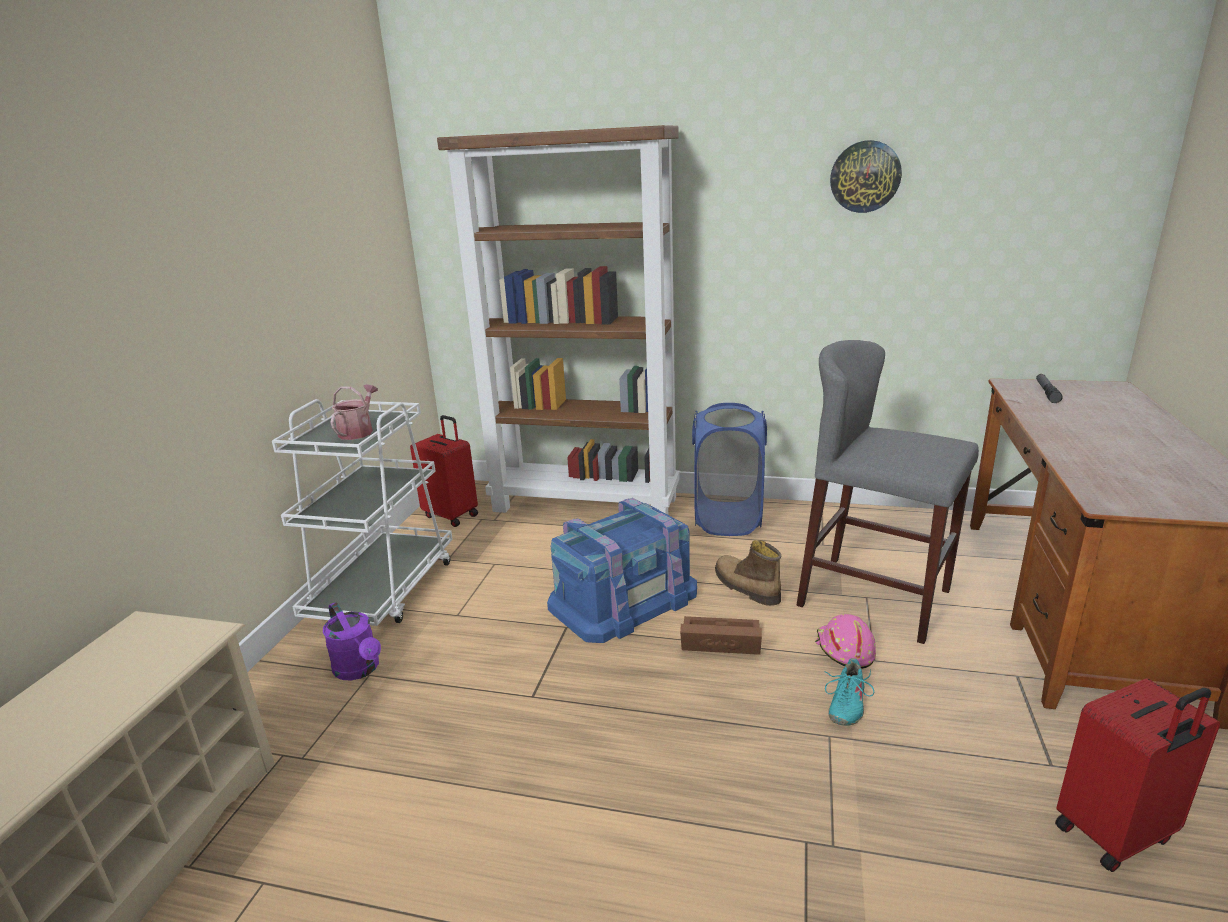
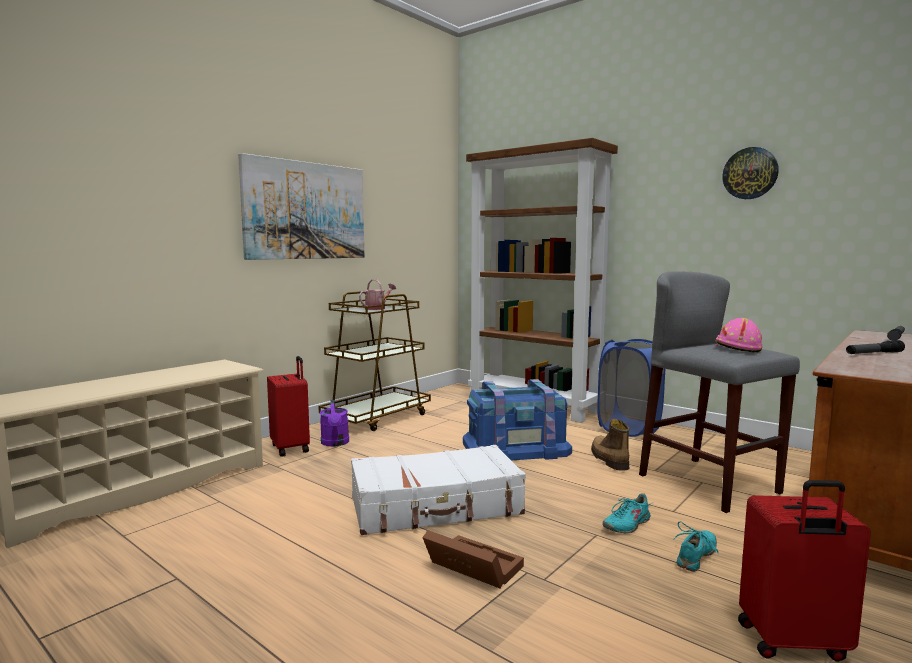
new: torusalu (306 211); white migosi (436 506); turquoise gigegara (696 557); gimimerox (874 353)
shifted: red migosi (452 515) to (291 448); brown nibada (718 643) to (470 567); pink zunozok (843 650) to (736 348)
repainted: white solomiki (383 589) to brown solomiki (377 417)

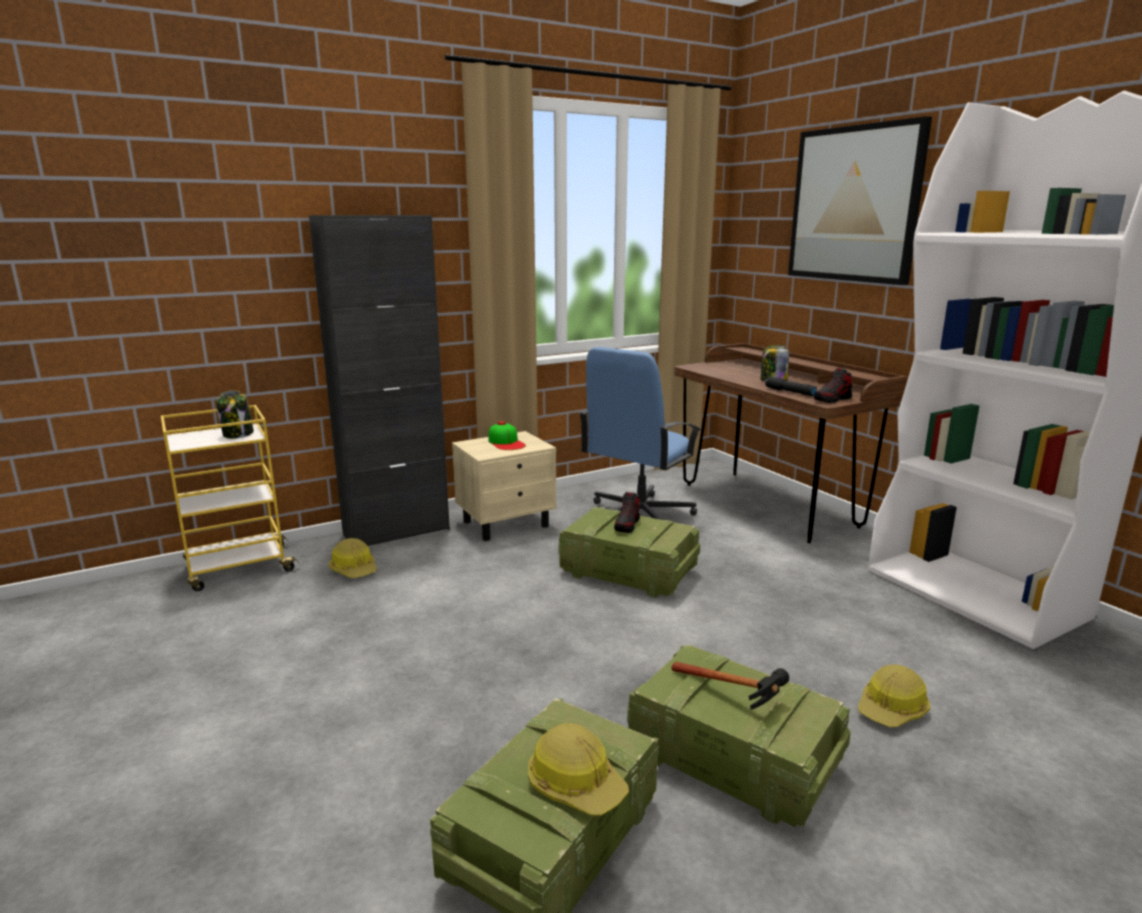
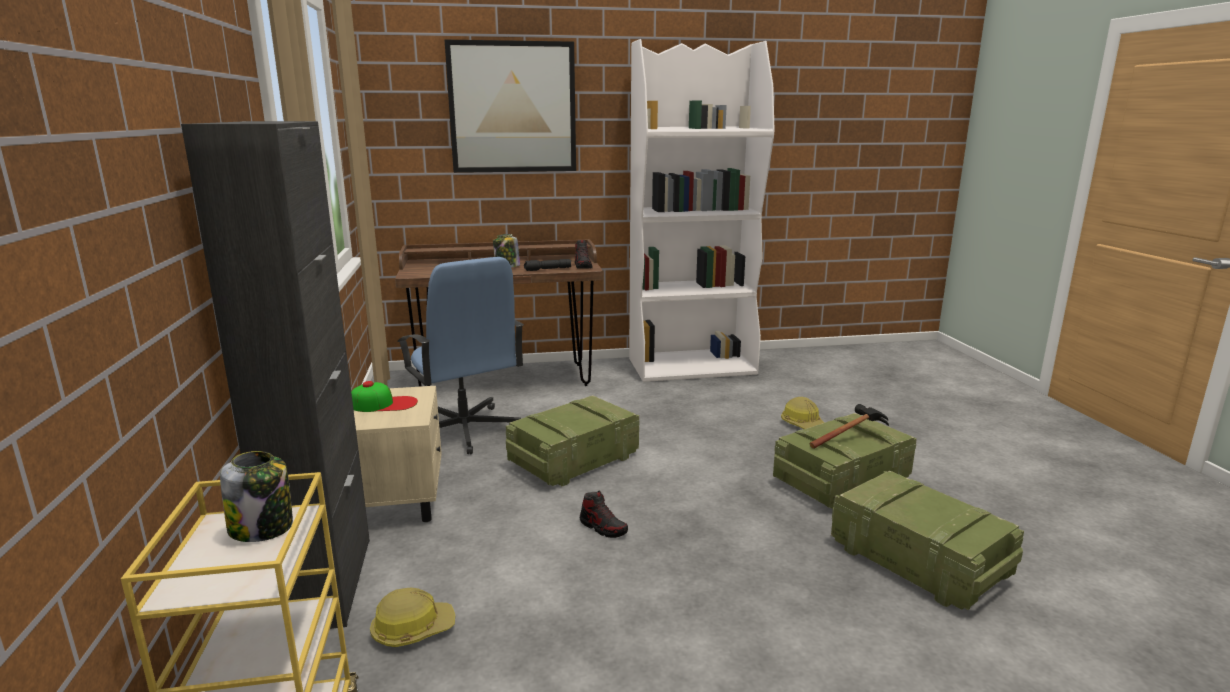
gone: zunozok (576 784)
shifted: gigegara (627 525) to (603 527)

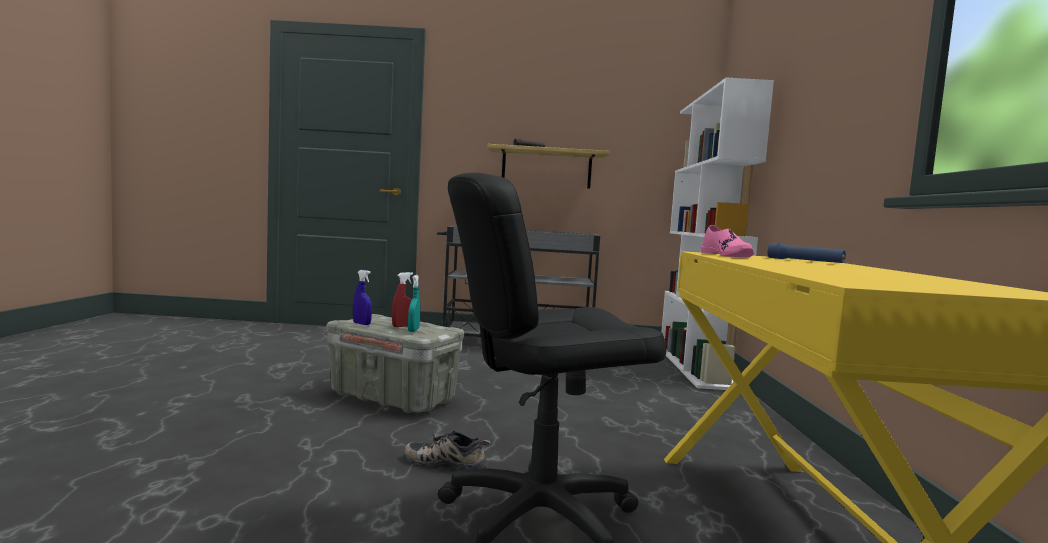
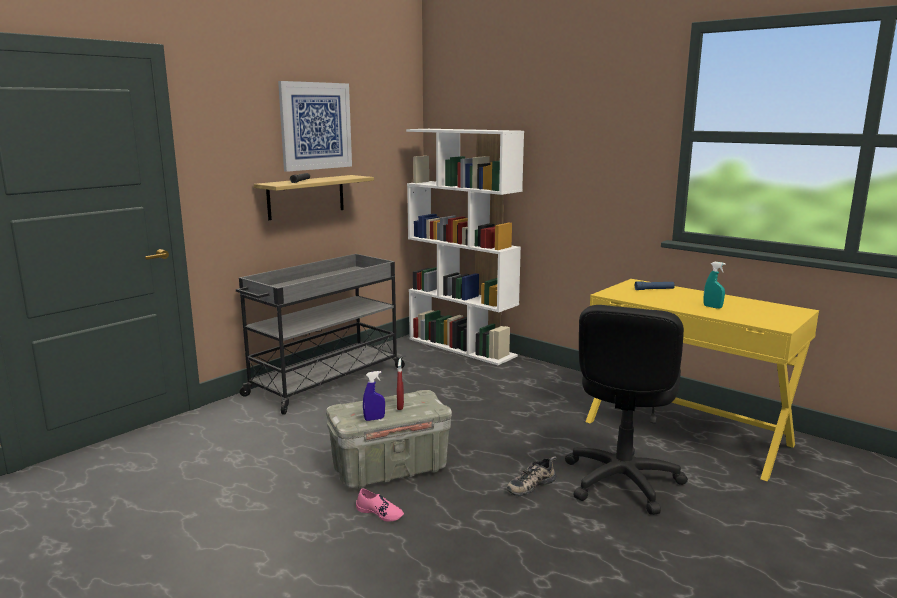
new: torusalu (316 126)
shifted: pink gigegara (726 255) to (380 513); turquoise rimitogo (413 330) to (712 307)

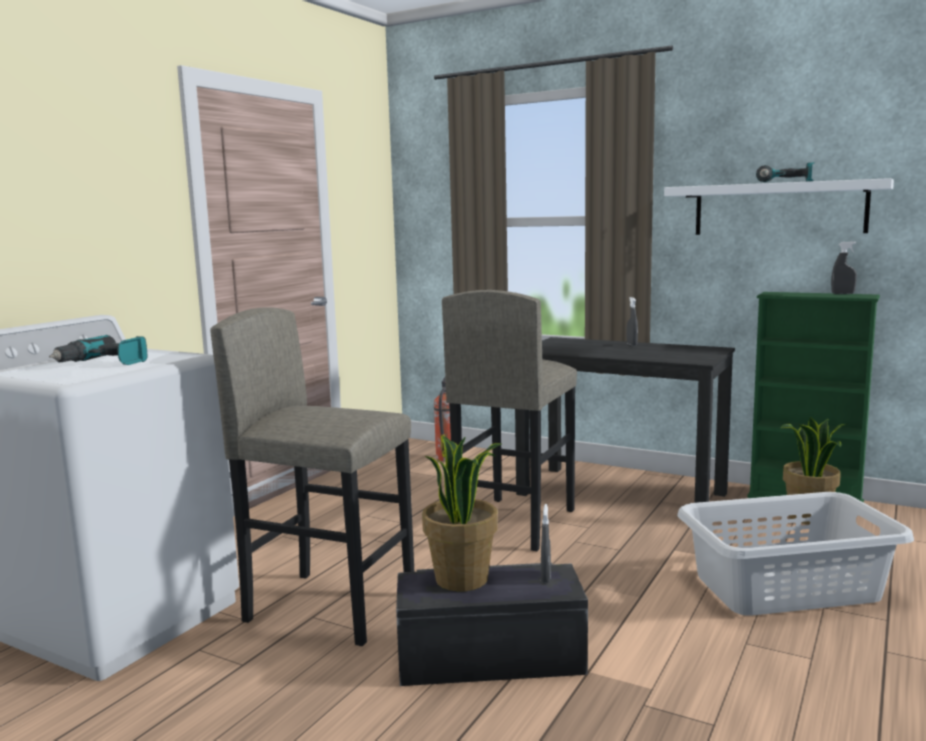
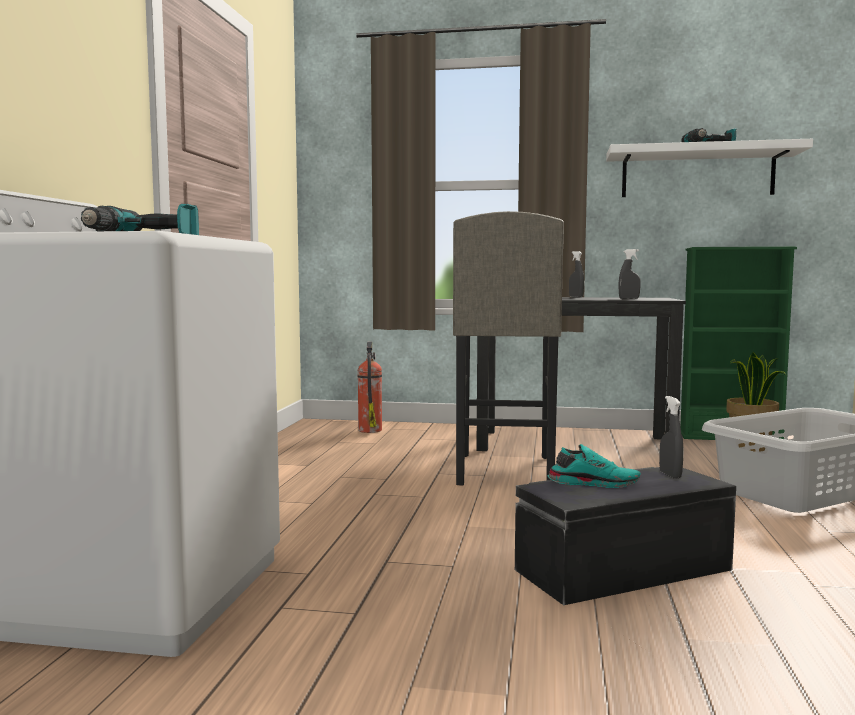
gone: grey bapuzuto (331 606)
shifted: grey rimitogo (843 294) to (629 299)
swapped: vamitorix (463 579) to turquoise gigegara (593 483)

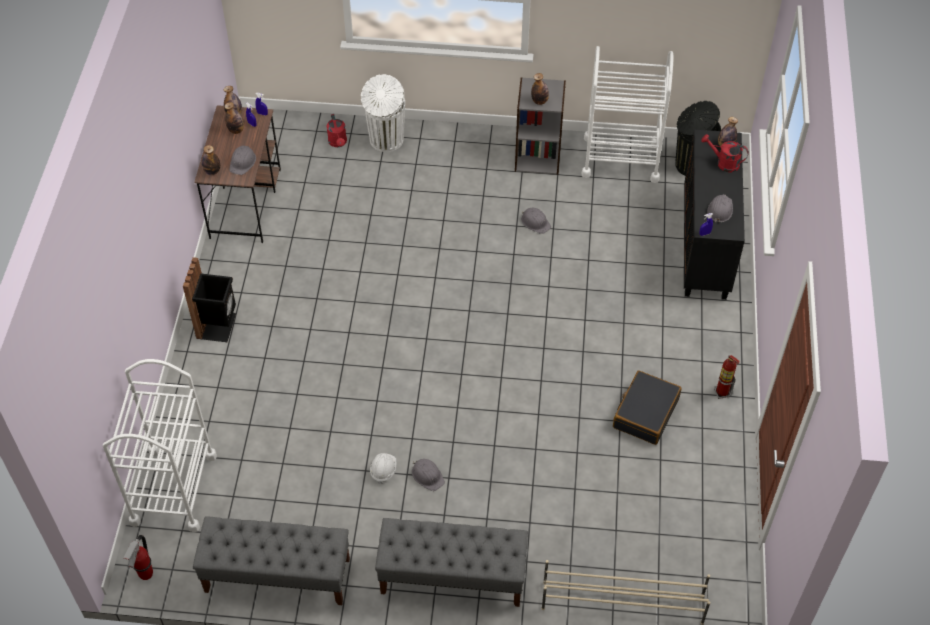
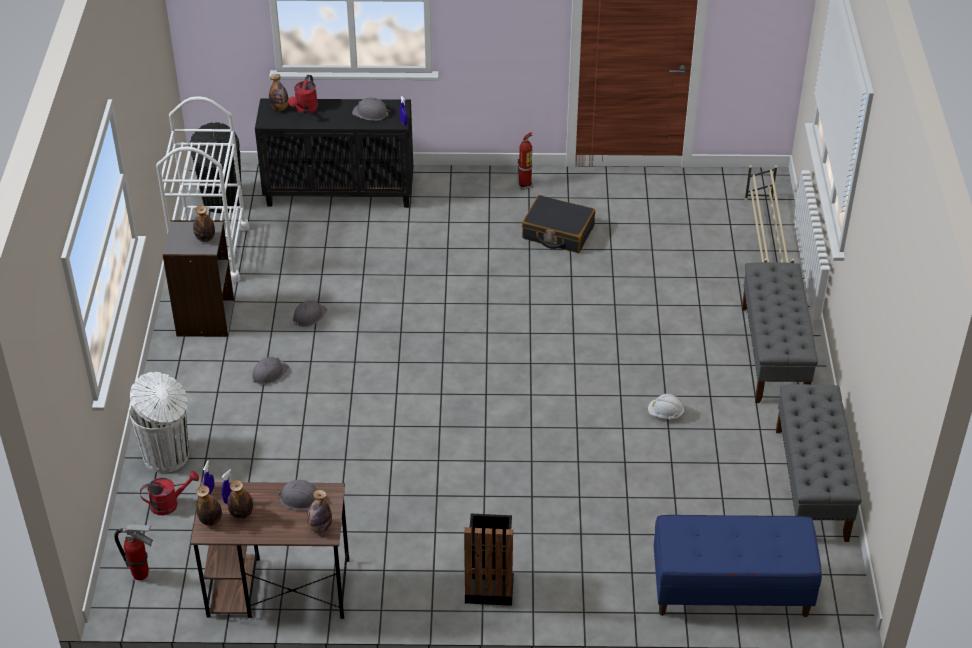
shifted: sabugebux (145 574) to (141 574); grey zunozok (427 475) to (269 373)
swapped: white solomiki (173 489) to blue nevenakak (730 590)

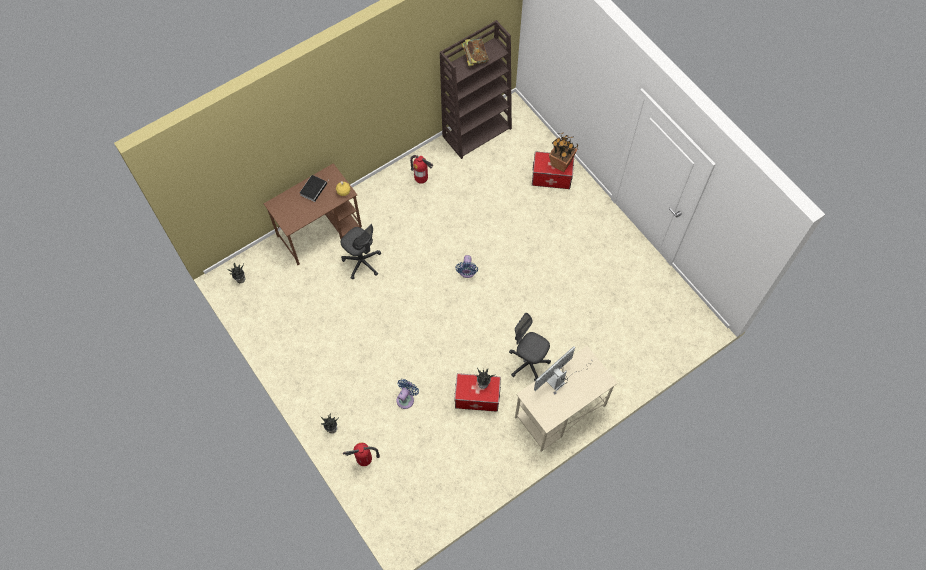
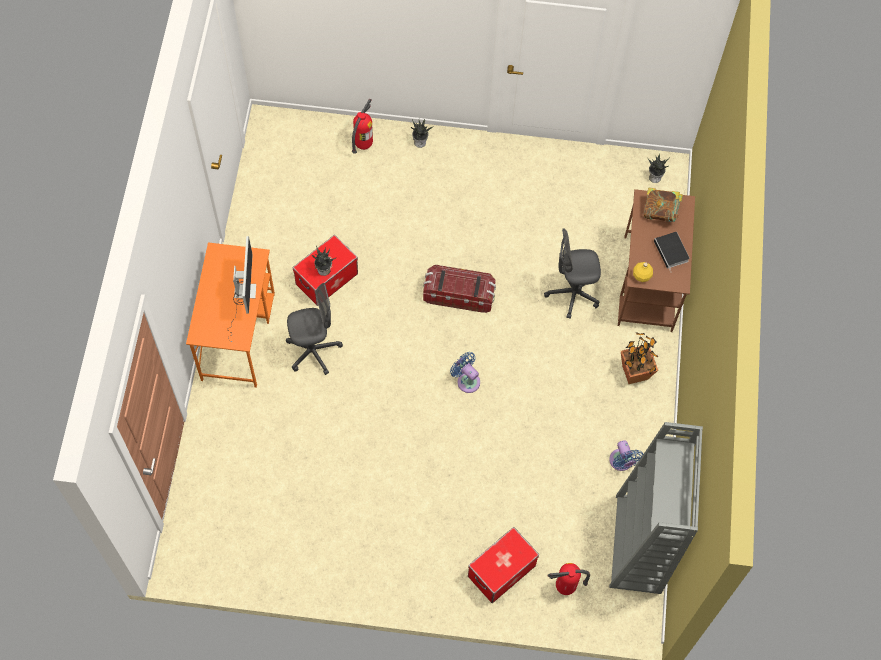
new: nibada (458 295)
shifted: sabugebux (421 180) to (565 588); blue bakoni (406 398) to (621 462); vamitorix (561 164) to (634 373); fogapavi (474 58) to (660 212)
repainted: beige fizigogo (559 412) to orange fizigogo (238 335); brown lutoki (477 131) to grey lutoki (639 545)

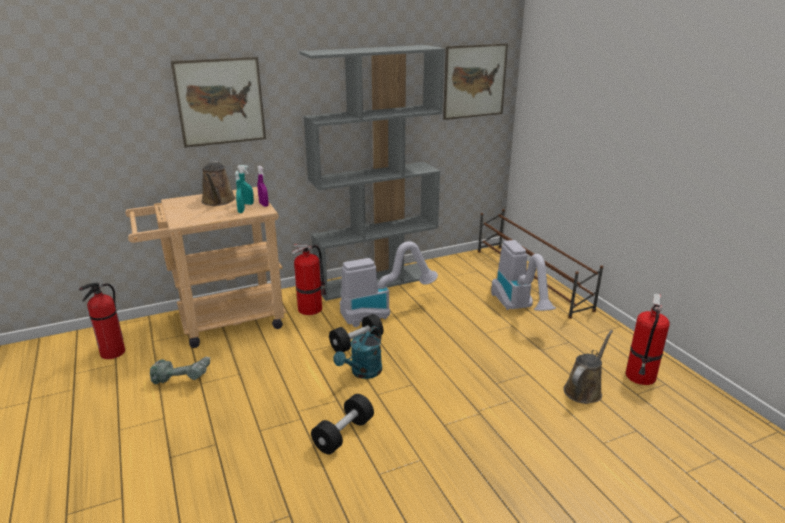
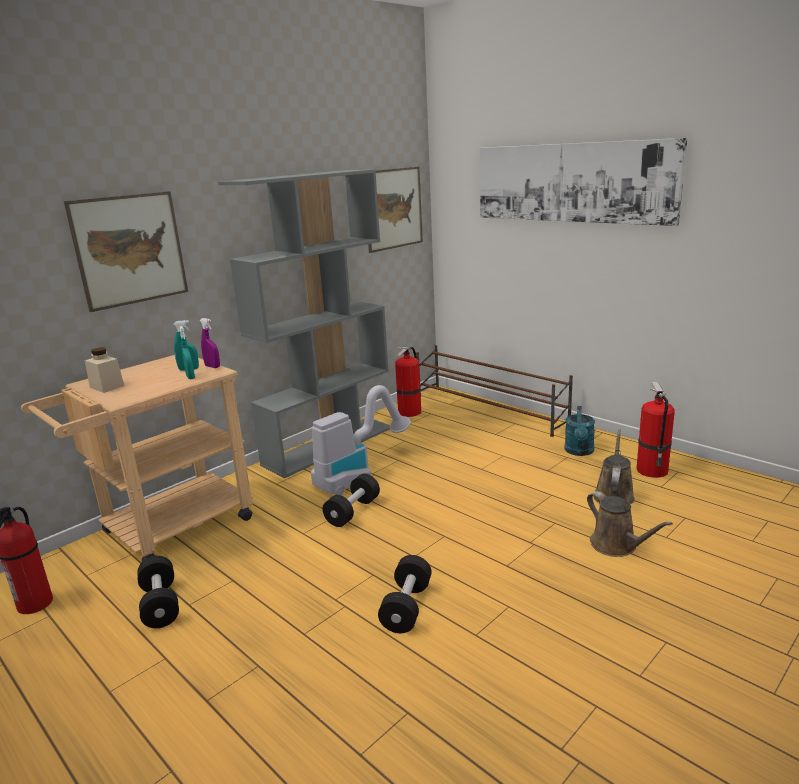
gone: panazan (519 309)
new: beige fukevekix (107 386); torusalu (571 182)
shifted: sabugebux (311 308) to (410 411); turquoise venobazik (363 372) to (579 452); brown venobazik (218 201) to (617 546)
swapped: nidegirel (183 377) to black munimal (160 604)

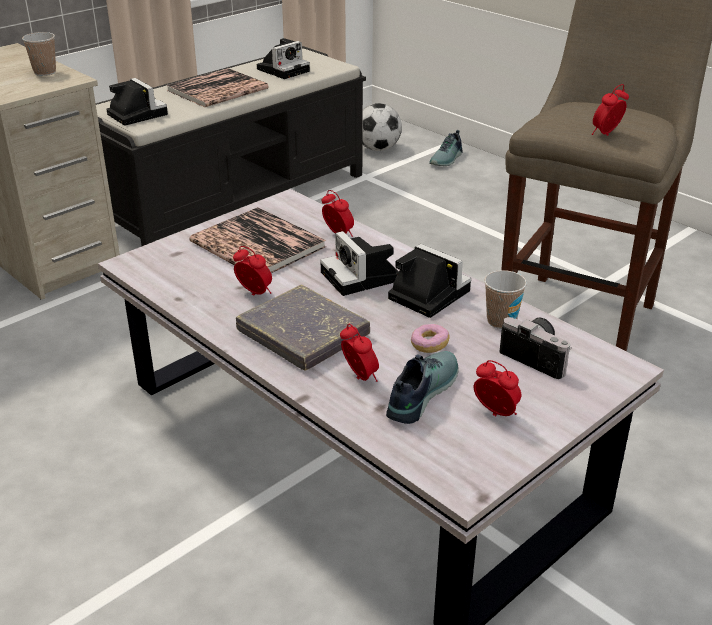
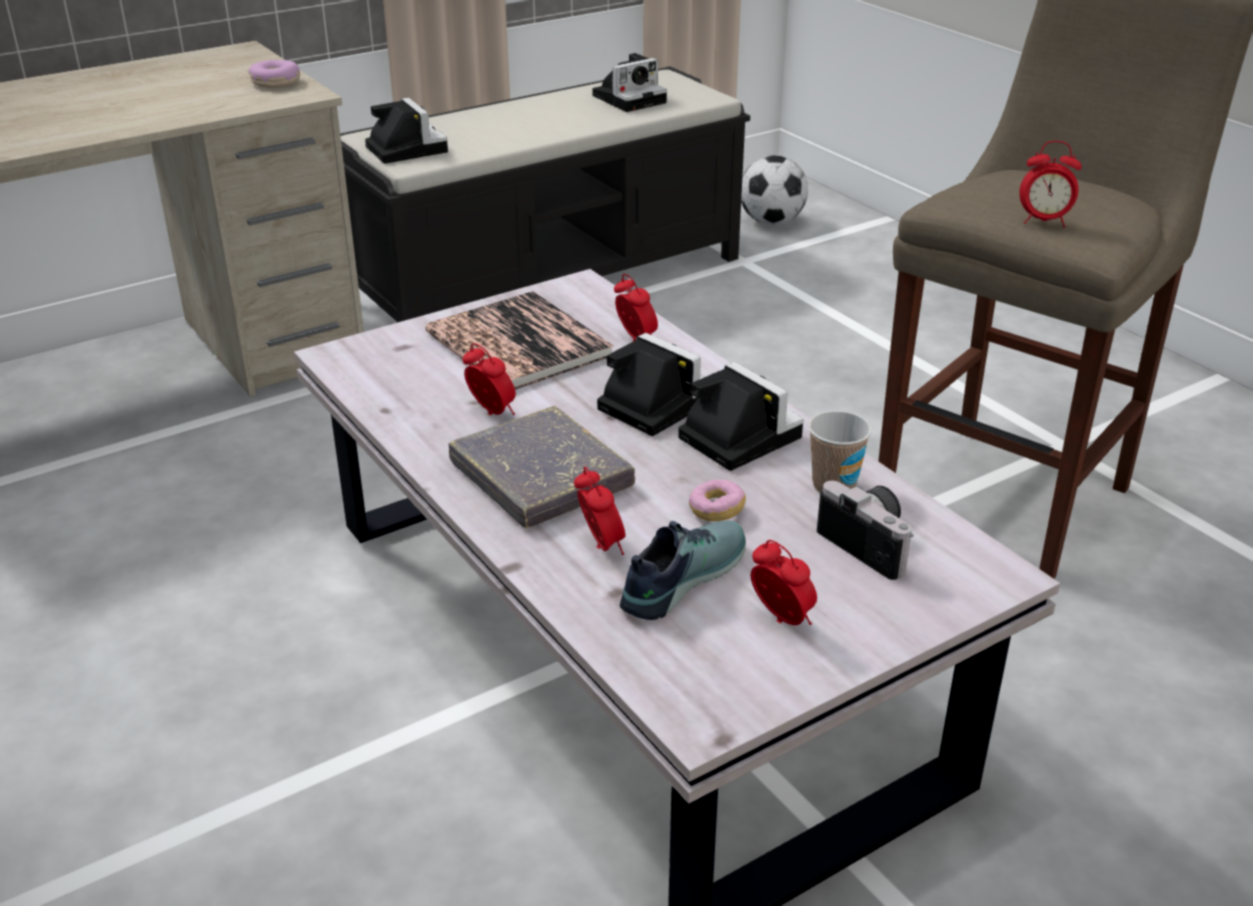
gone: fogapavi (217 90); gigegara (447 159)
swapped: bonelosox (45 72) to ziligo (276 83)
rotated: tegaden (362 277) = (651 404) 150 degrees clockwise; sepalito (606 134) = (1043 221) 135 degrees counterclockwise

